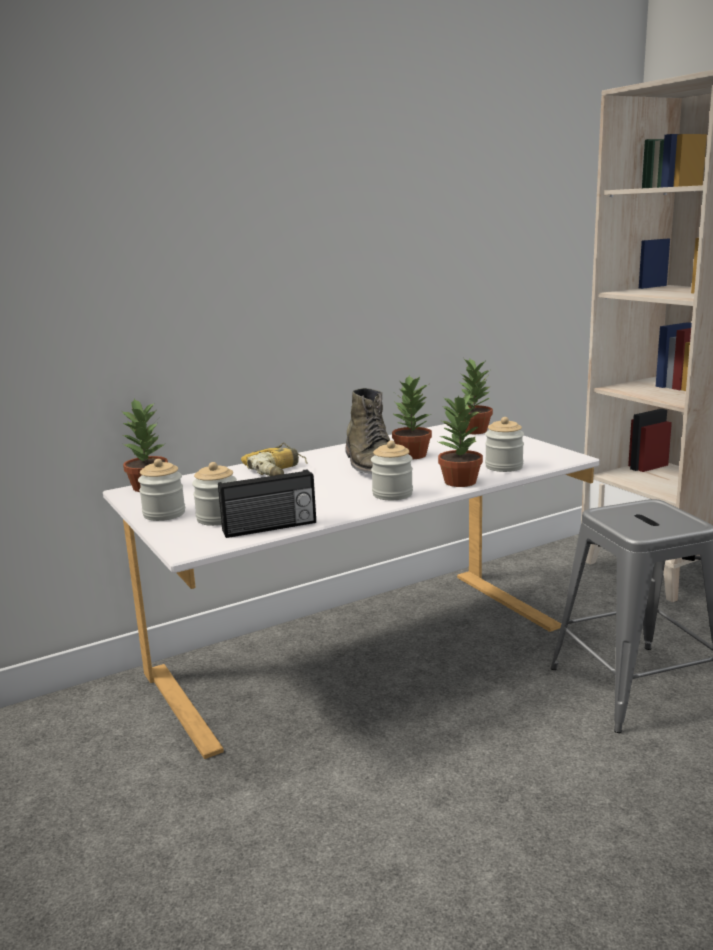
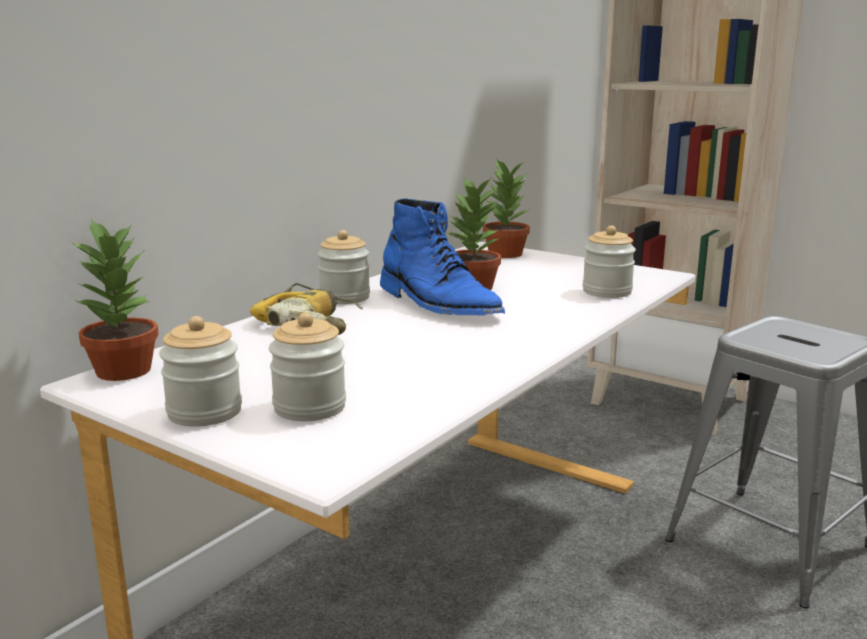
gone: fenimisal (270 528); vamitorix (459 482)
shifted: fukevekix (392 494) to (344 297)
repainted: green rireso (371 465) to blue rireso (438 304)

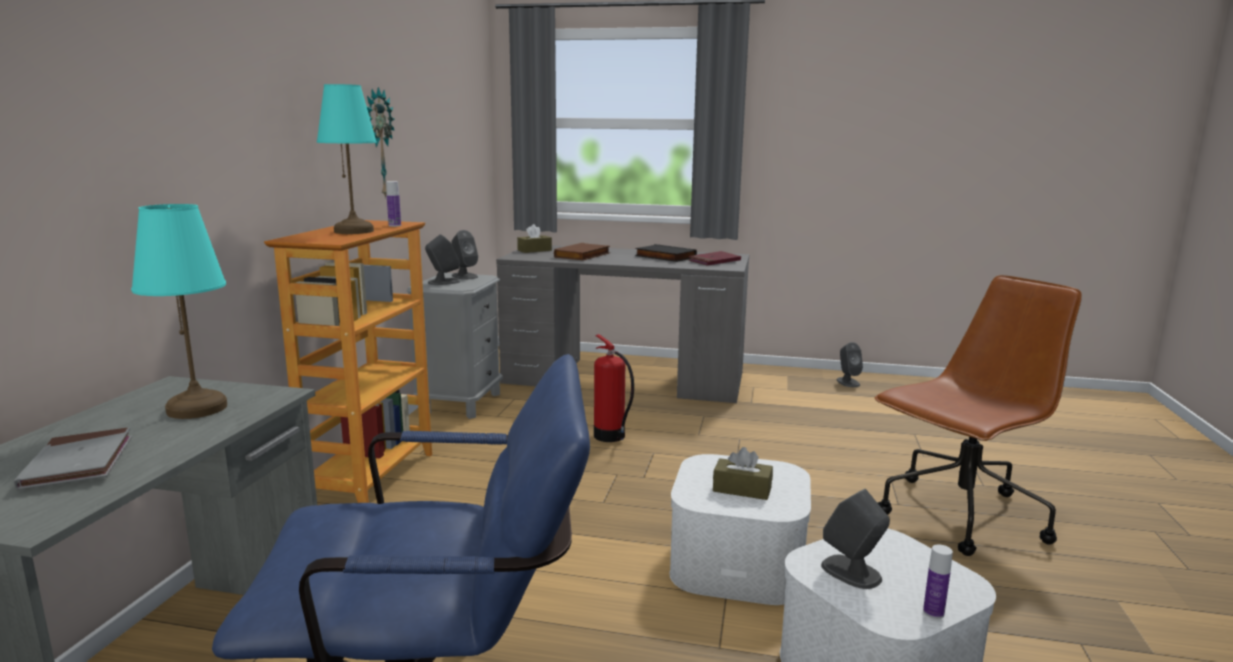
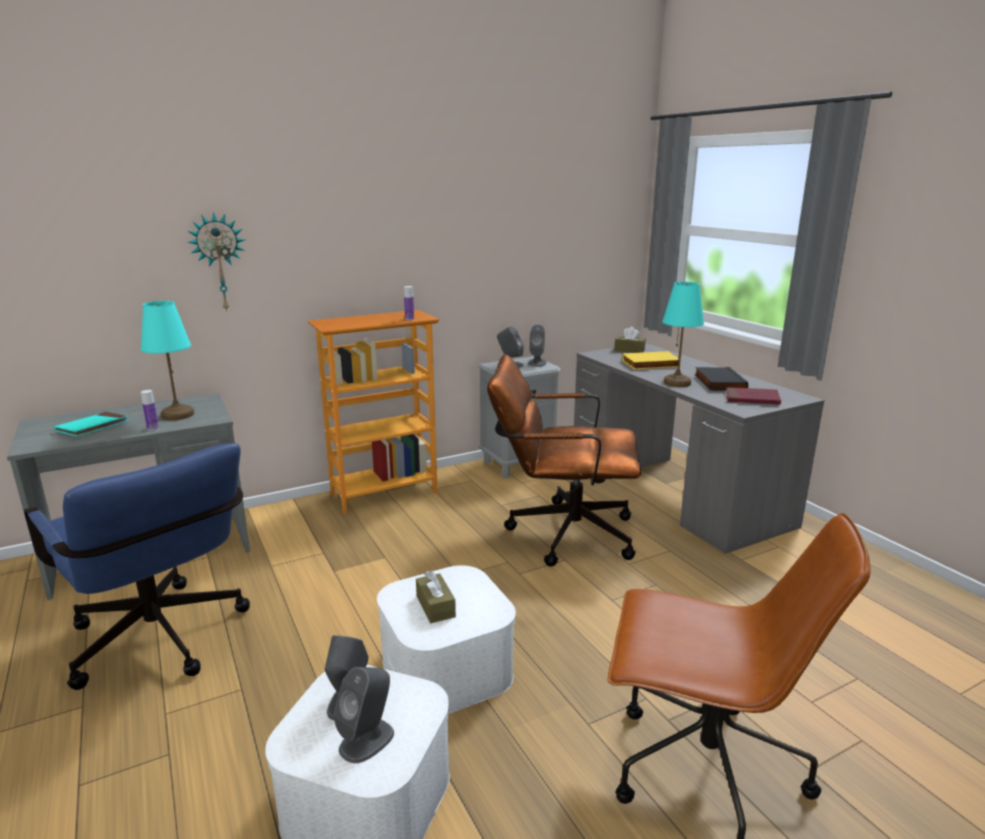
shifted: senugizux (933 612) to (153 428); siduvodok (377 143) to (219 262); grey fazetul (848 382) to (367 740); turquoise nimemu (354 231) to (677 383)
swapped: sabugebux (610 437) to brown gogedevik (560 532)
repainted: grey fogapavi (79 464) to turquoise fogapavi (92 427); brown fogapavi (583 255) to yellow fogapavi (651 364)

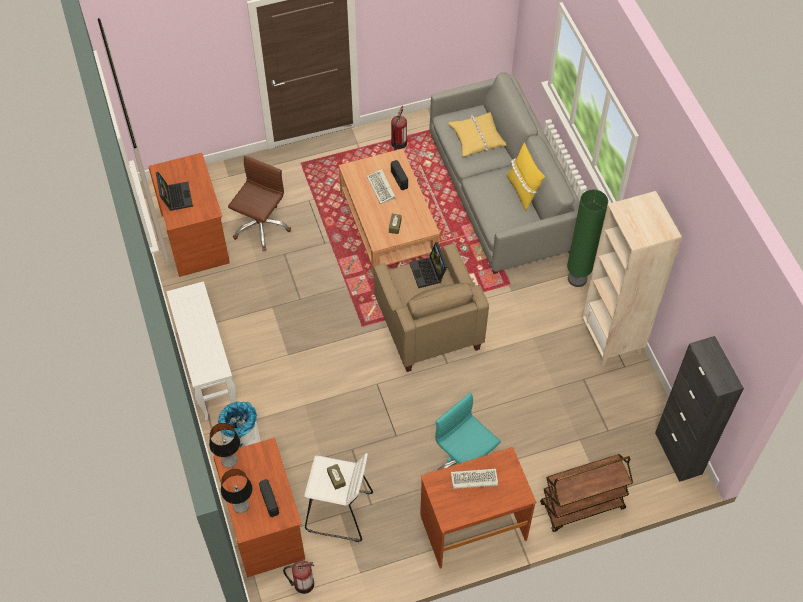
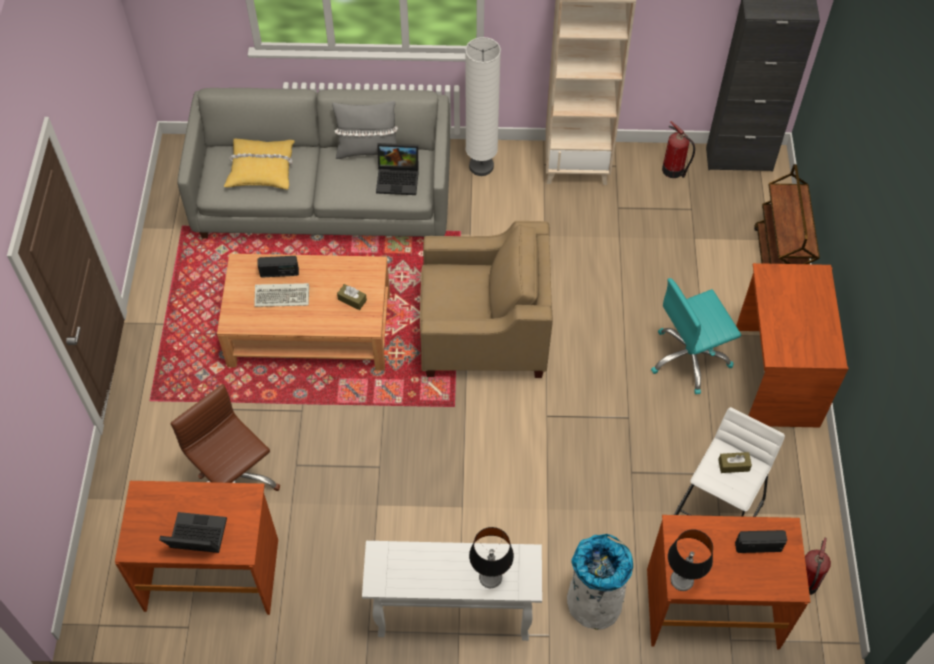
gone: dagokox (473 480)
shifted: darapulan (429 272) to (399 178); nimemu (241 506) to (490 577); sabugebux (398 144) to (674 170)
repainted: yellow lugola (522 190) to grey lugola (367 150); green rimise (577 279) to white rimise (481 166)

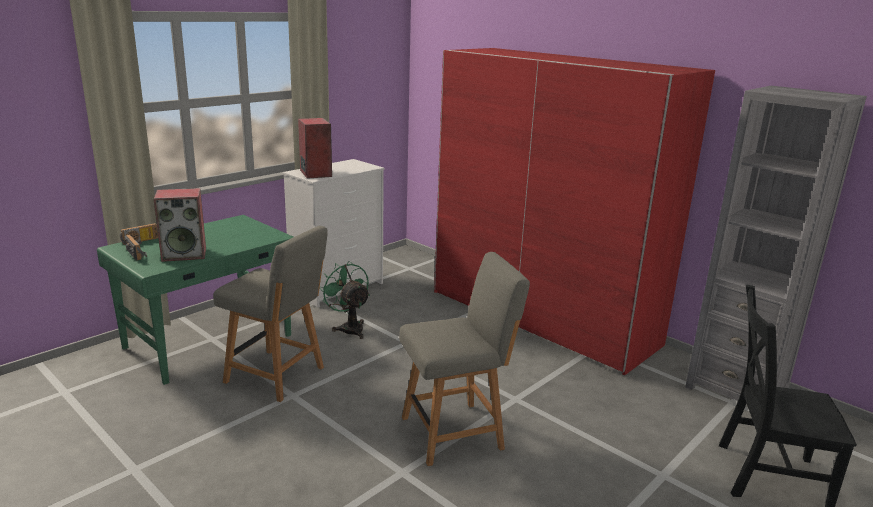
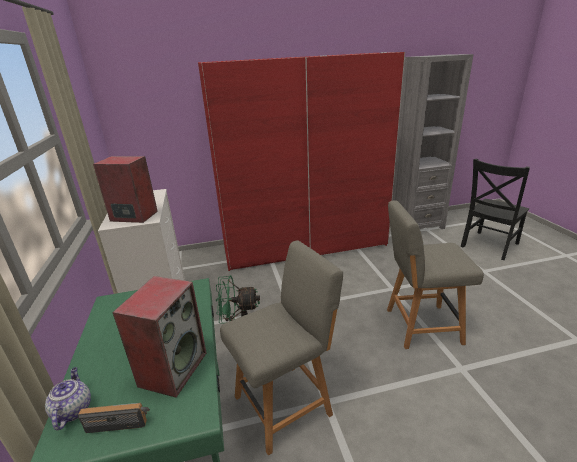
swapped: fenimisal (140 242) to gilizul (73 410)
rotated: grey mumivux (455 432) = (420 326) 105 degrees counterclockwise

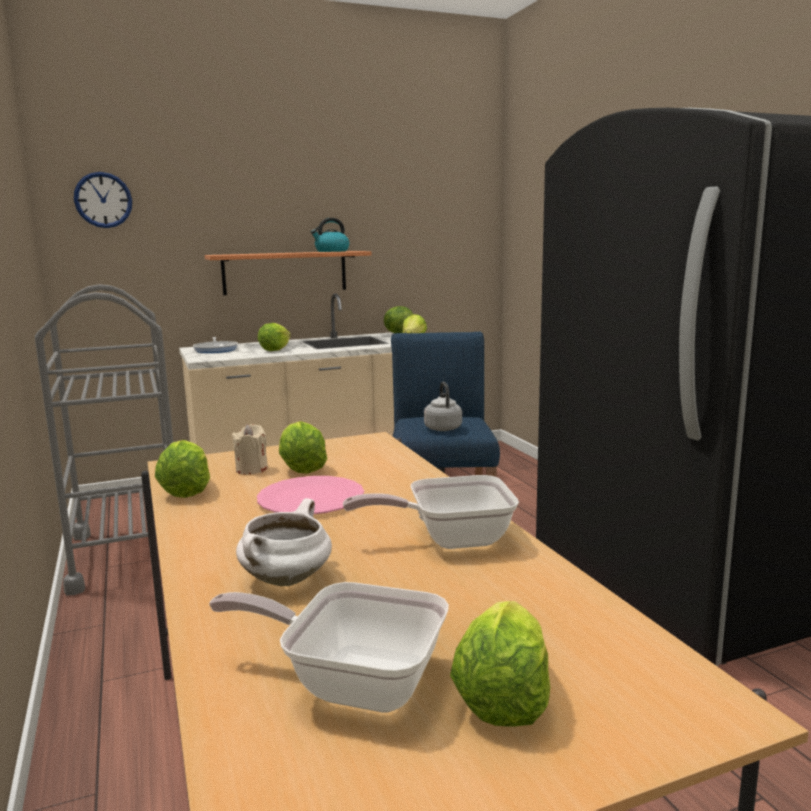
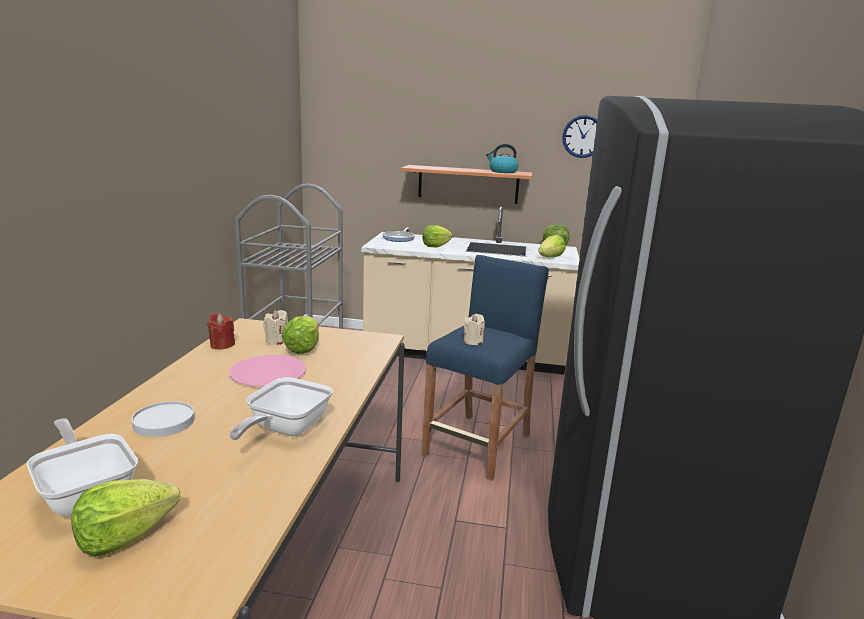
shifted: siduvodok (103 200) to (583 136)
swapped: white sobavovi (286 580) to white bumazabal (163 422); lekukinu (186 490) to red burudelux (222 345); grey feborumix (442 428) to beige burudelux (473 341)
rotated: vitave (449 539) = (285 430) 90 degrees counterclockwise

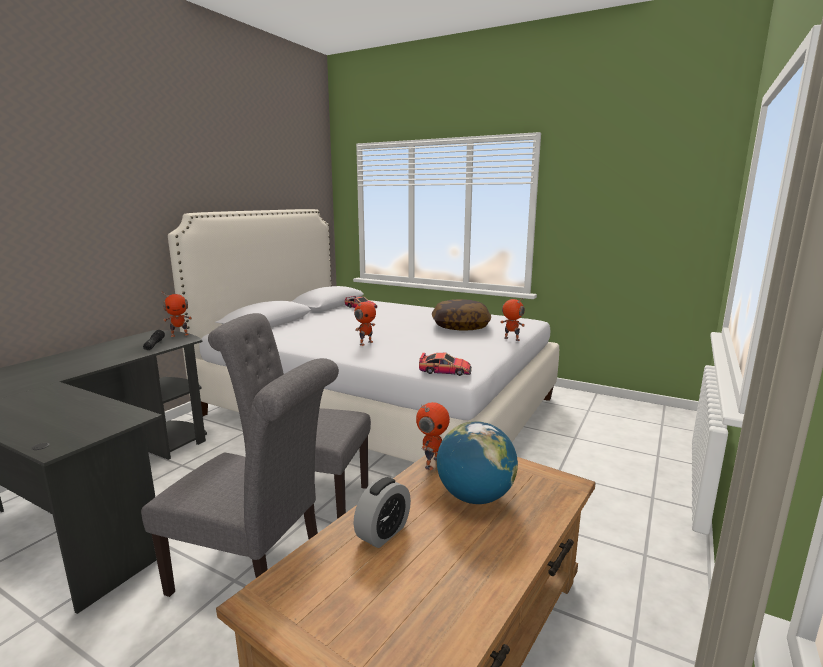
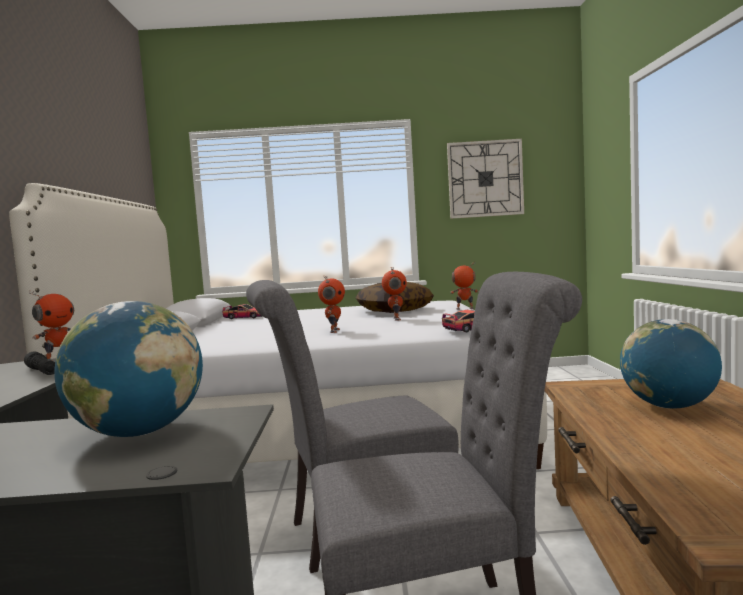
gone: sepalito (383 533)
new: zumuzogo (139 432); siduvodok (485 179)
shifted: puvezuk (431 463) to (396 319)

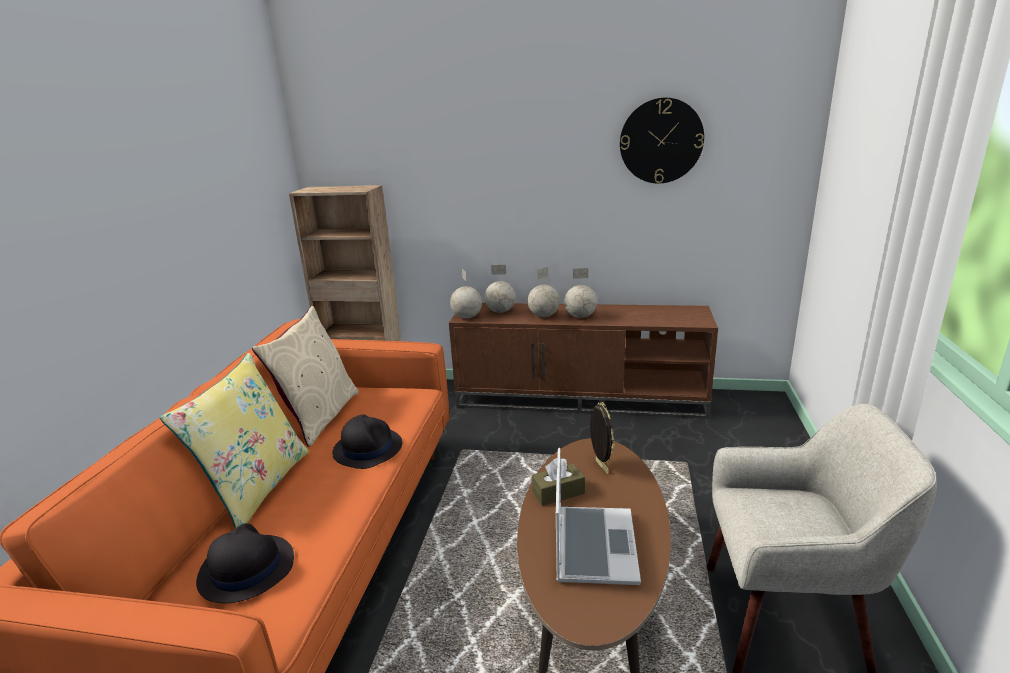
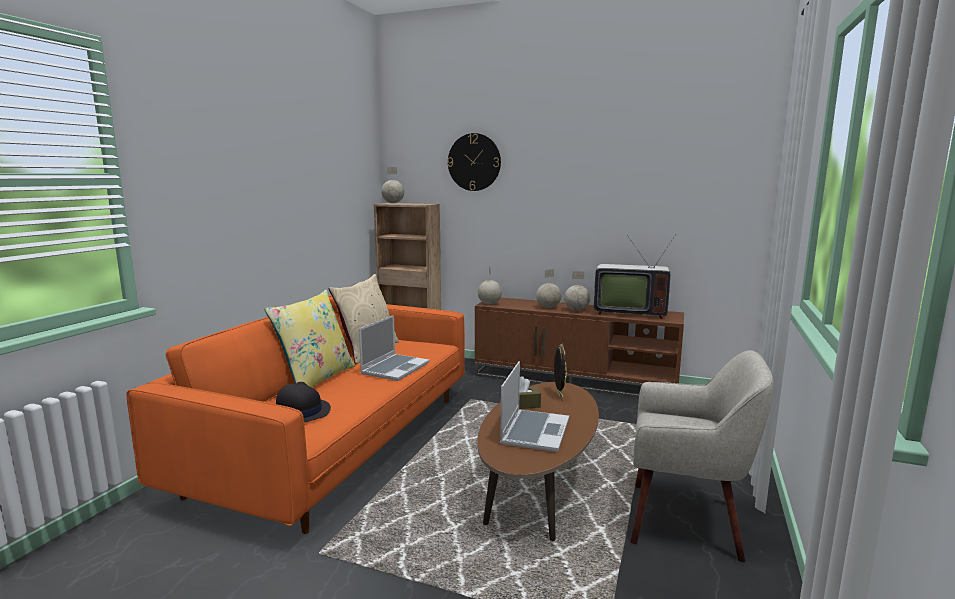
new: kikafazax (628 312)
shifted: zumuzogo (500 311) to (393 203); siduvodok (661 141) to (474 162)
swapped: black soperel (367 448) to darapulan (395 368)

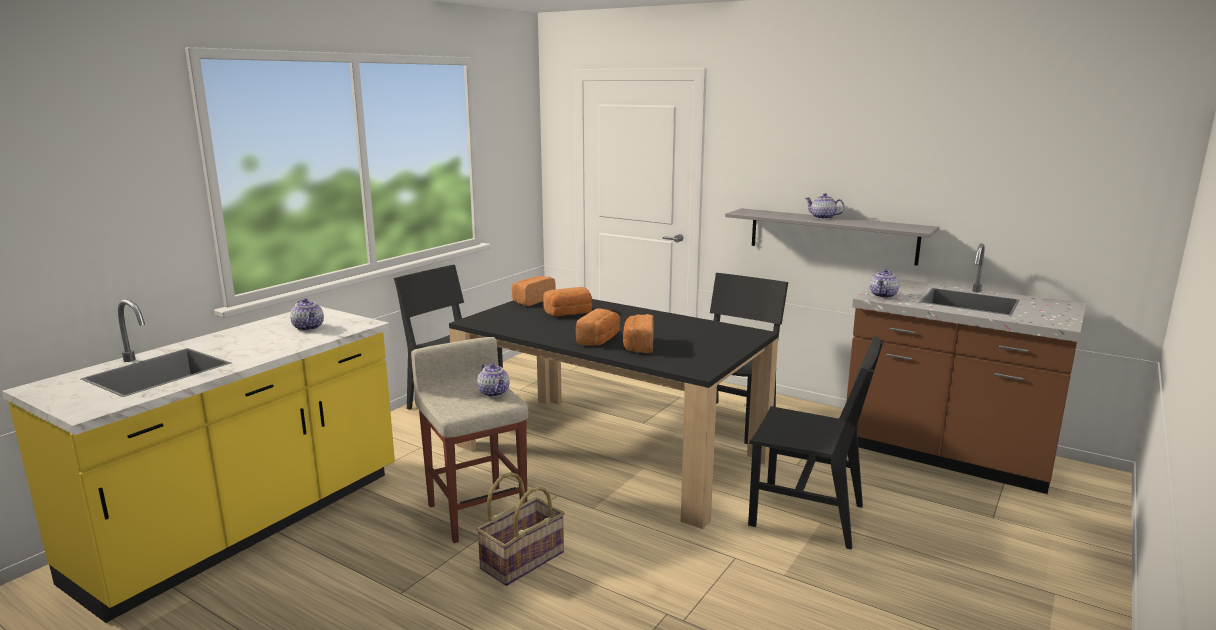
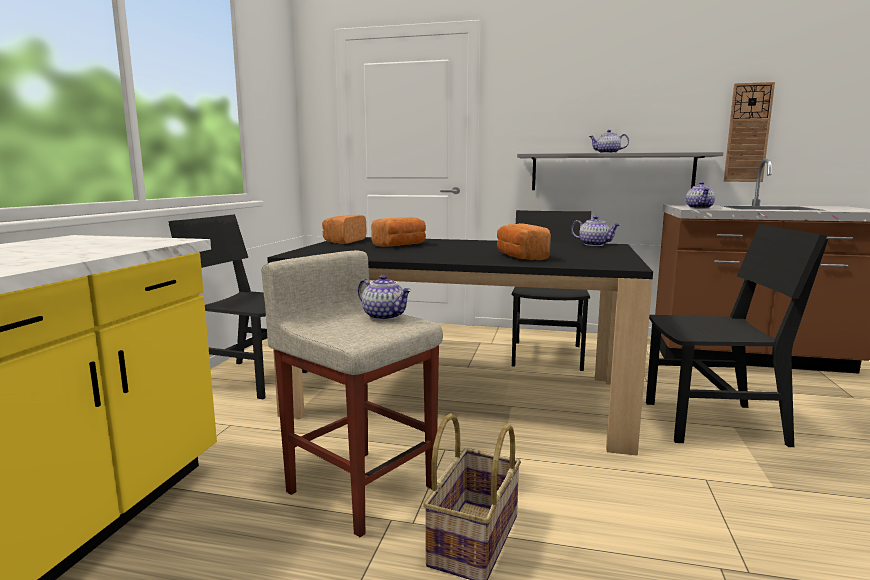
gone: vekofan (599 340)
new: siduvodok (748 133)
shifted: gilizul (309 327) to (594 244)

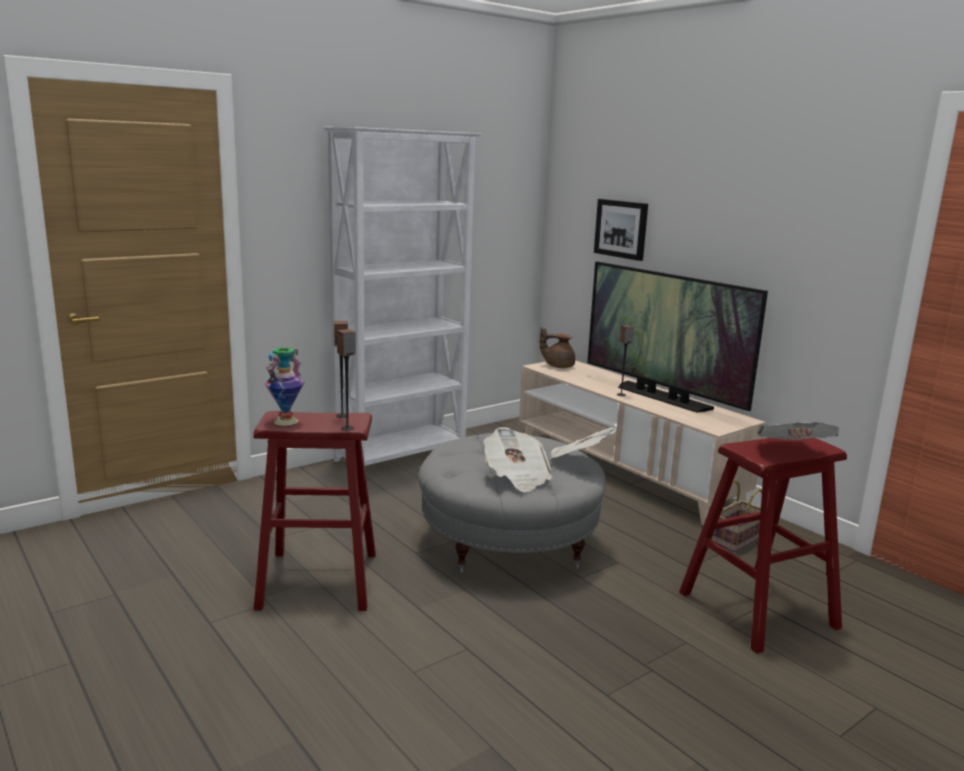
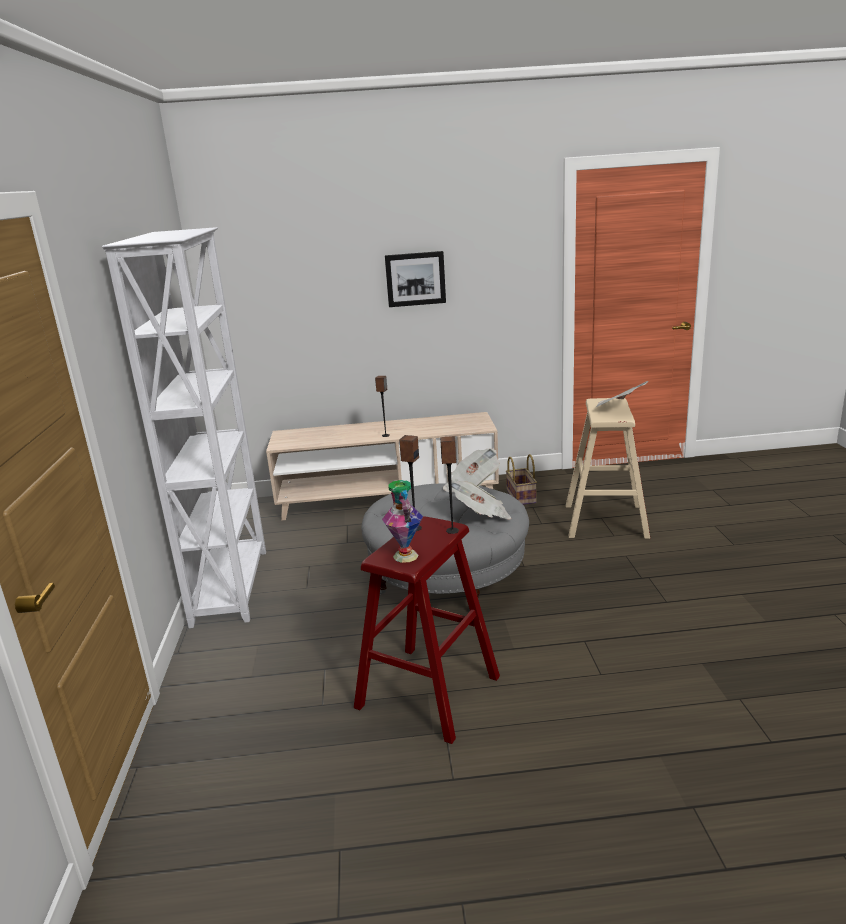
gone: brown gilizul (558 366); kikafazax (662 397)
shifted: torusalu (621 229) to (415 279)
repainted: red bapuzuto (758 609) to beige bapuzuto (605 521)

